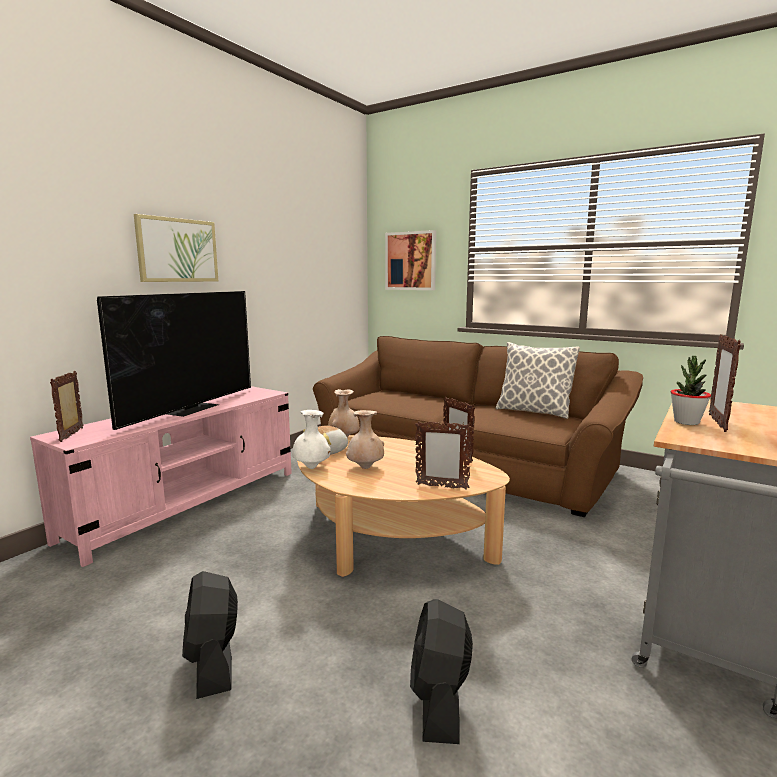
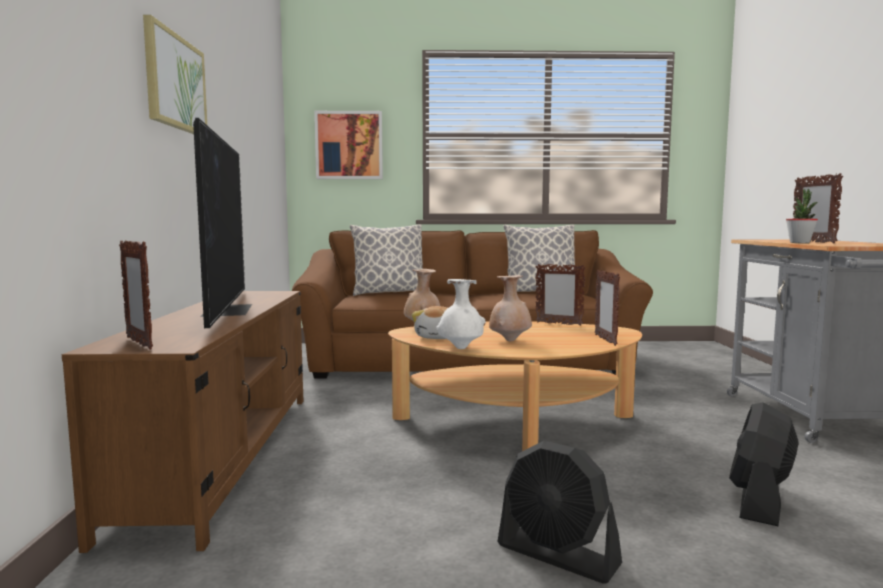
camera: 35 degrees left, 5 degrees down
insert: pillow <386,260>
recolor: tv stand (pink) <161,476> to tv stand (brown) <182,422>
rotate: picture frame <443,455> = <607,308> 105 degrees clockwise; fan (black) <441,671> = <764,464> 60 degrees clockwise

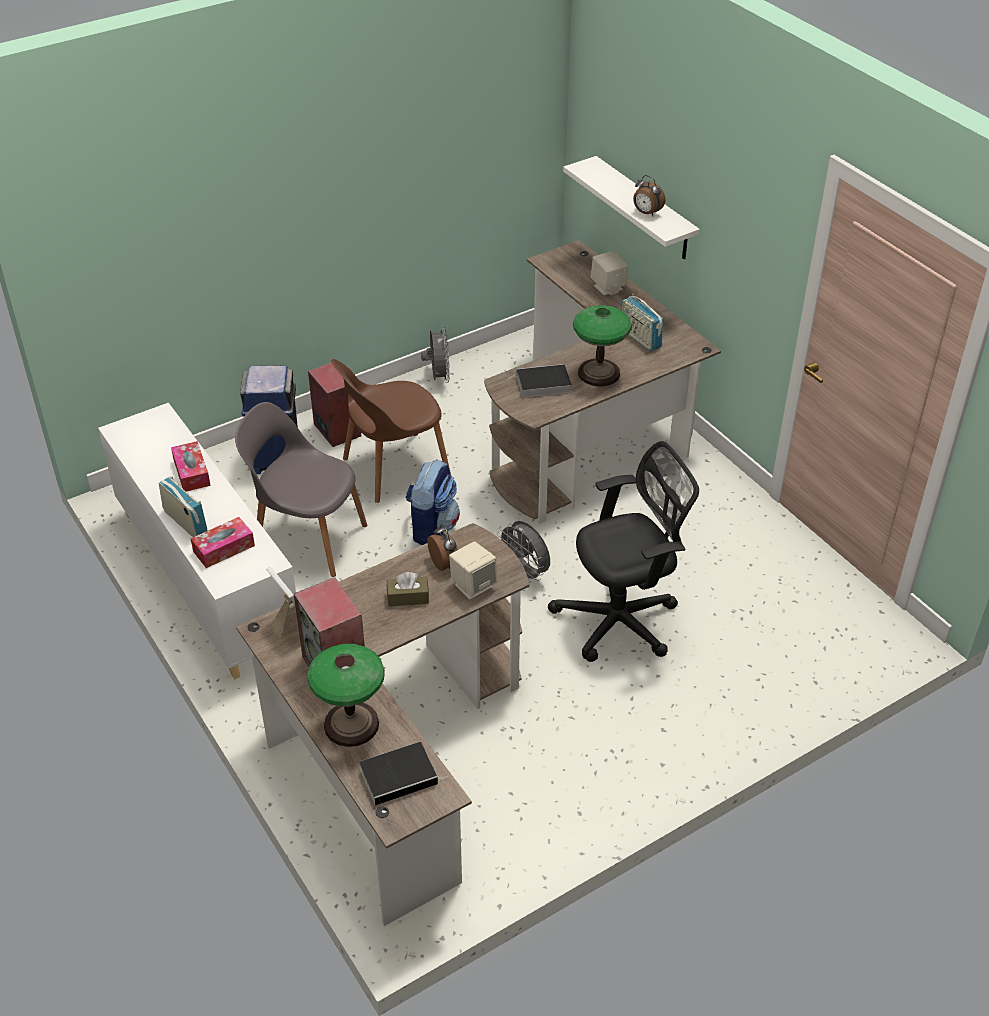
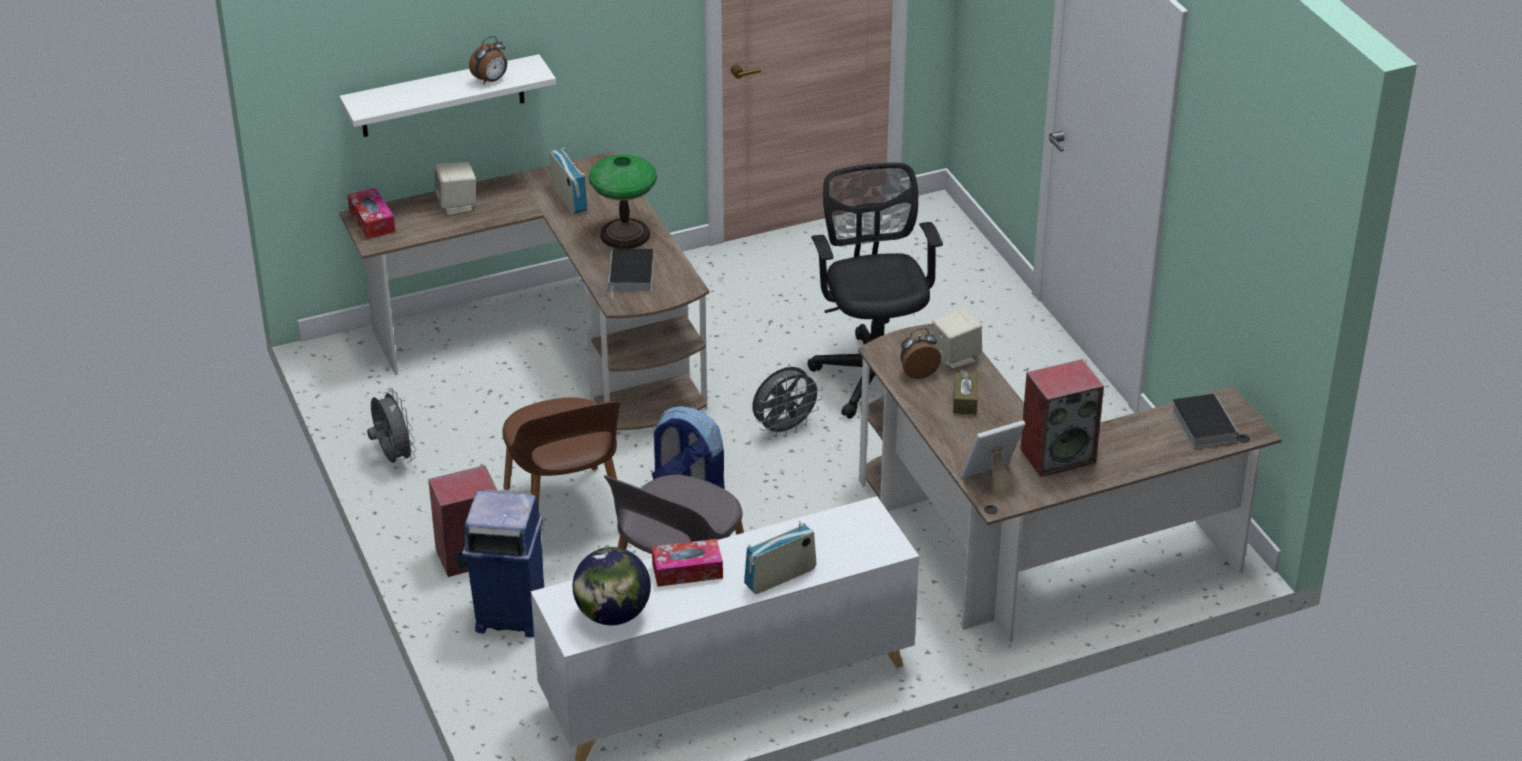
camera: 80 degrees left, 5 degrees down
delete: table lamp <346,695>
insert: globe <612,586>
move: tissue box <222,542> to <371,213>
rotate: radio <642,322> = <568,181> 90 degrees counterclockwise; fan (grey) <435,354> = <391,425> 60 degrees clockwise

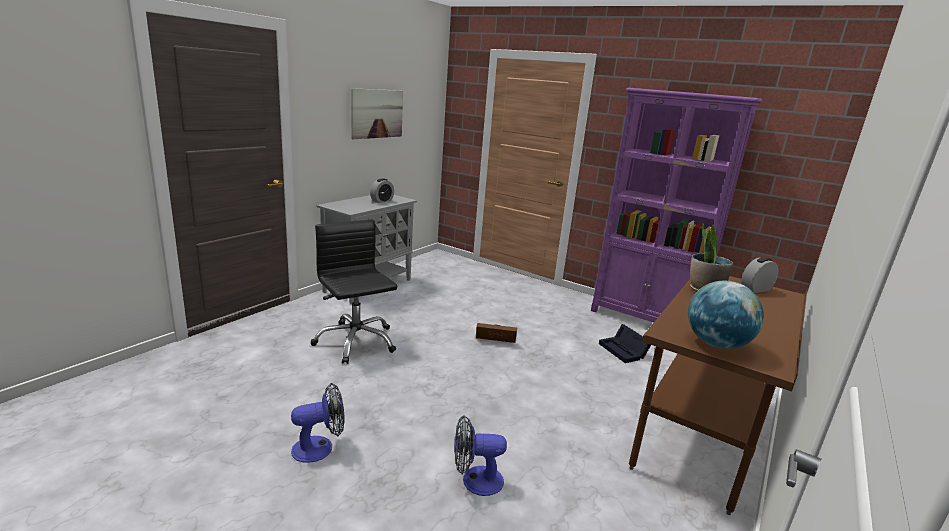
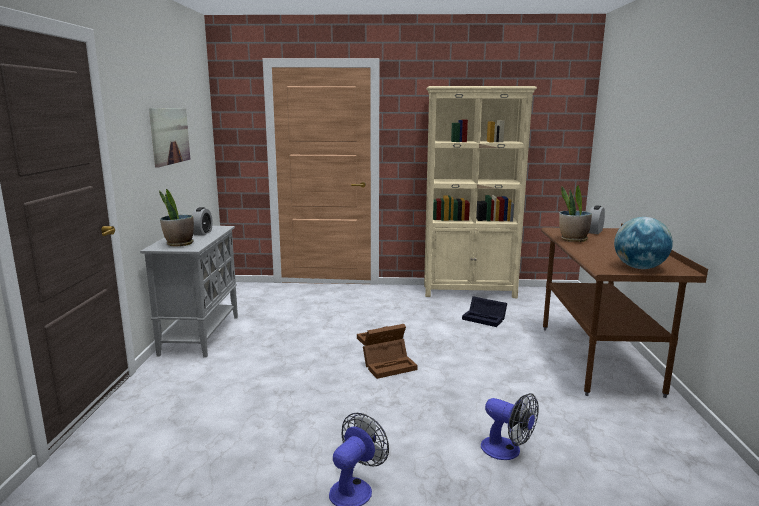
camera: 30 degrees left, 5 degrees down
delete: office chair (black) <354,292>
insert: potted plant <176,217>; storage box (brown) <390,359>
recolor: bookcase (purple) <676,205> to bookcase (beige) <480,192>
rotate: fan <480,455> = <510,426> 105 degrees counterclockwise

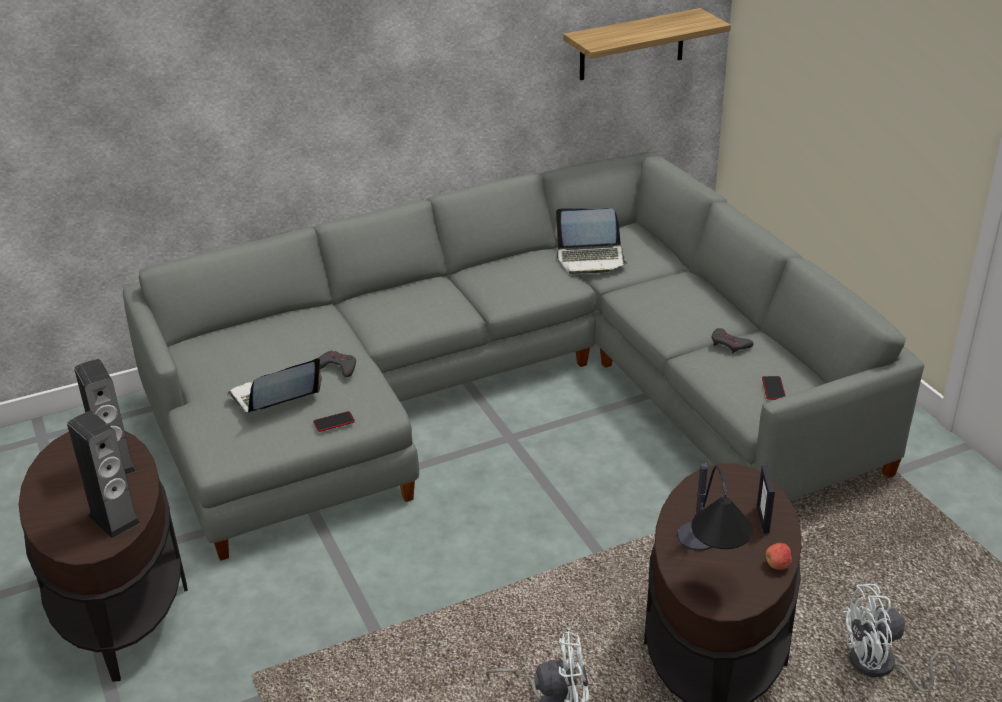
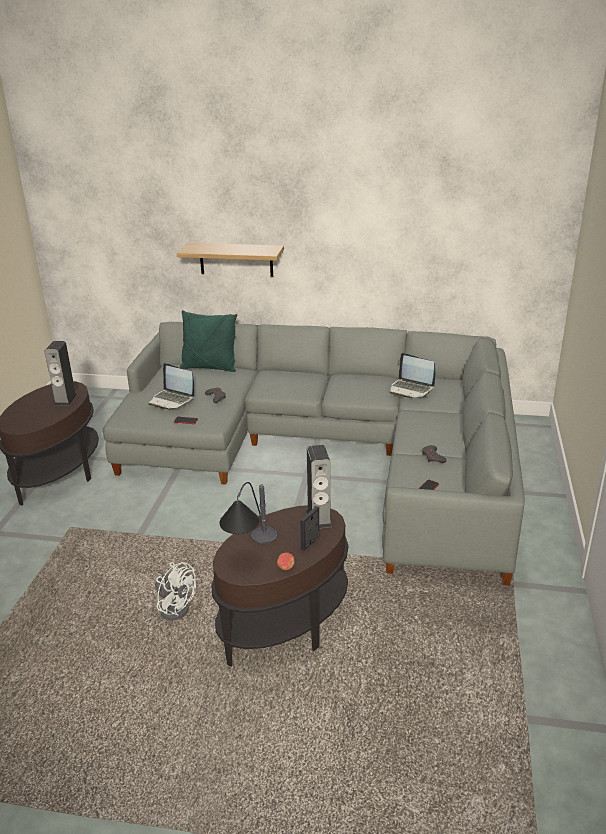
camera: 35 degrees right, 5 degrees down
delete: fan (white) <900,638>
insert: pillow (green) <208,341>
move: shelf <647,44> to <230,260>; speaker <103,474> to <319,487>
rotate: laptop <274,385> = <171,386> 150 degrees counterclockwise

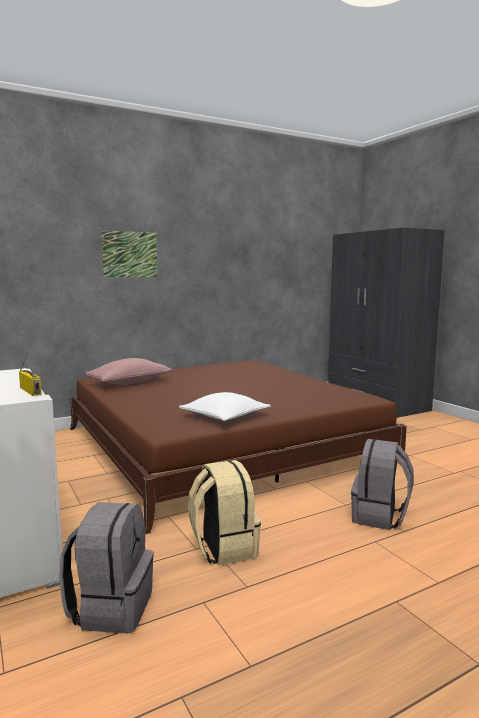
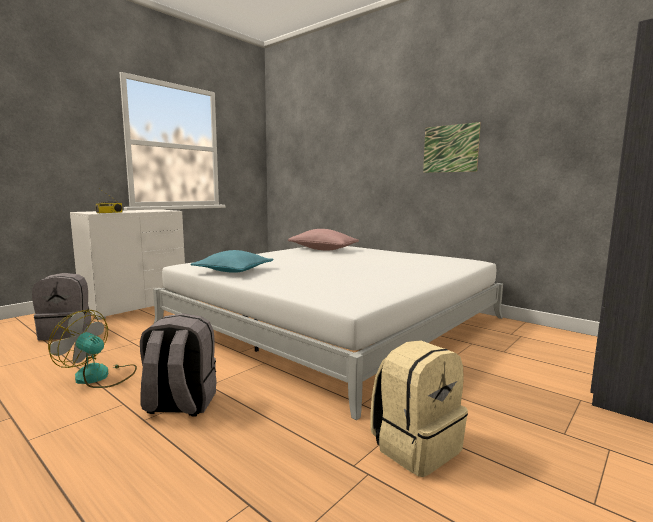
camera: 70 degrees right, 0 degrees up
insert: fan <92,349>
move: picture <129,253> to <452,147>; backpack (beige) <224,513> to <419,408>
recolor: bed (brown) <238,447> to bed (white) <328,333>; pillow (white) <225,406> to pillow (turquoise) <232,261>

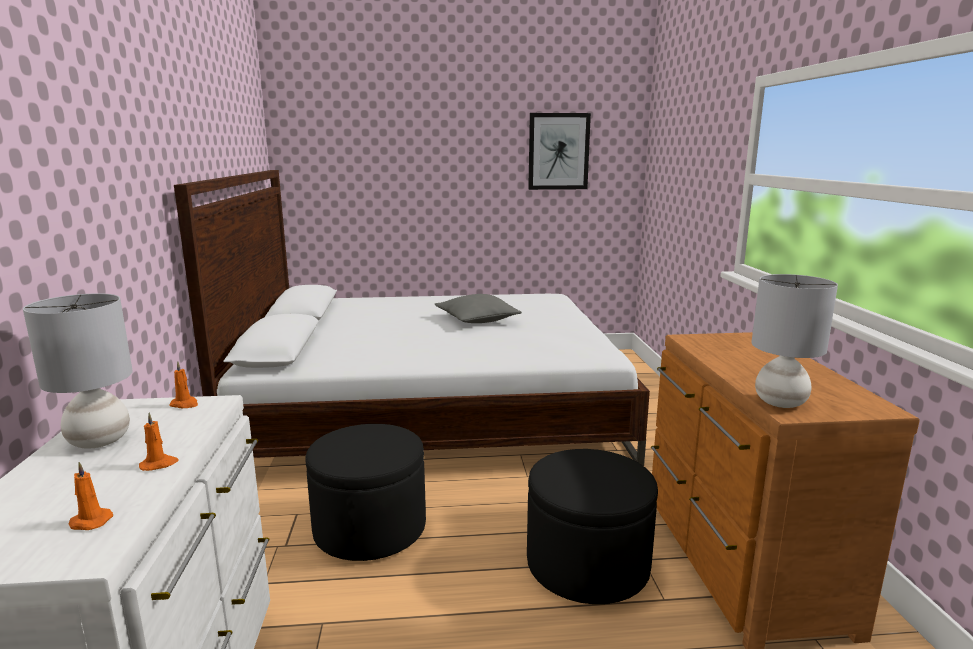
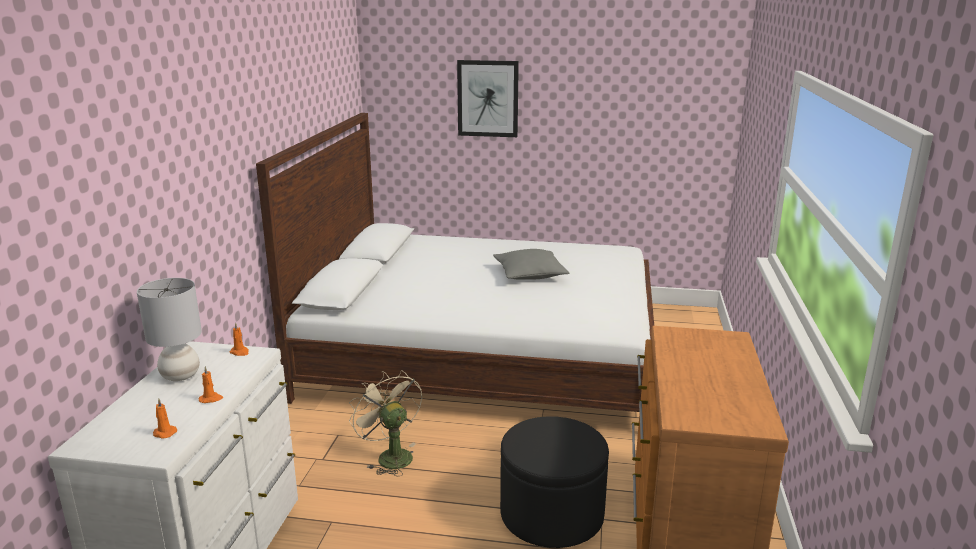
camera: 15 degrees right, 5 degrees up
delete: table lamp (grey) <794,341>
move: picture <559,151> to <488,98>
replace: ottoman (black) <365,492> to fan (beige) <385,424>

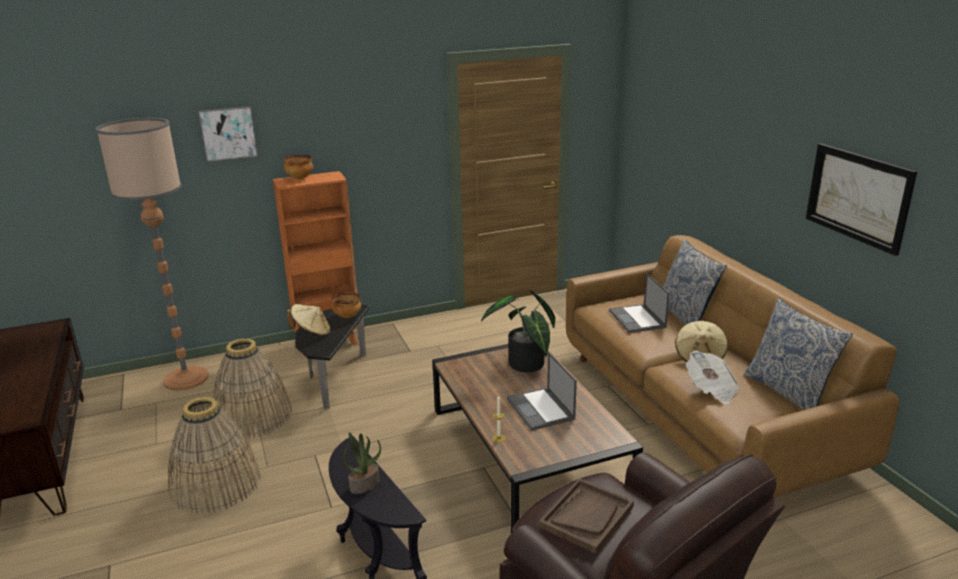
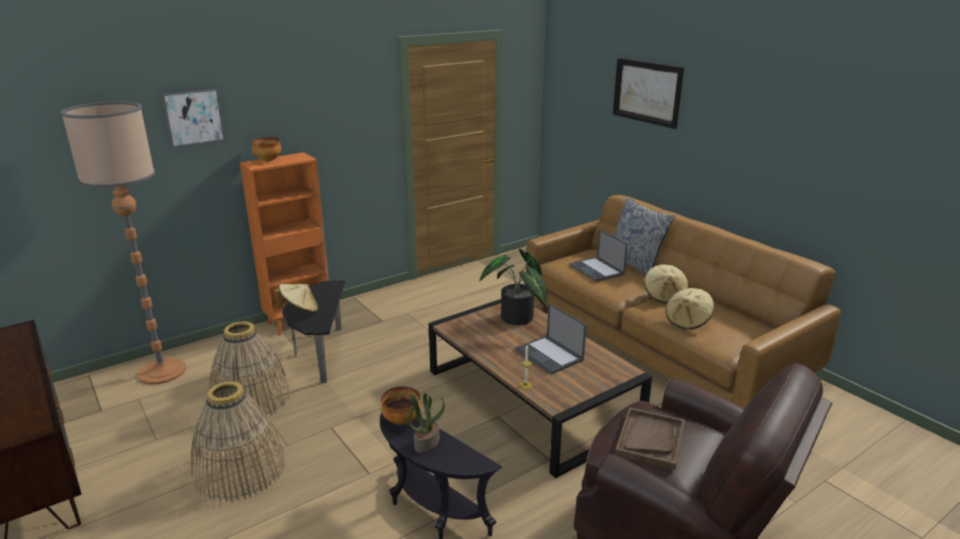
camera: 15 degrees left, 0 degrees up
delete: pillow <798,354>
move: picture <861,200> to <648,93>; bowl <346,305> to <401,405>
replace: newspaper <713,377> to hat (beige) <690,309>

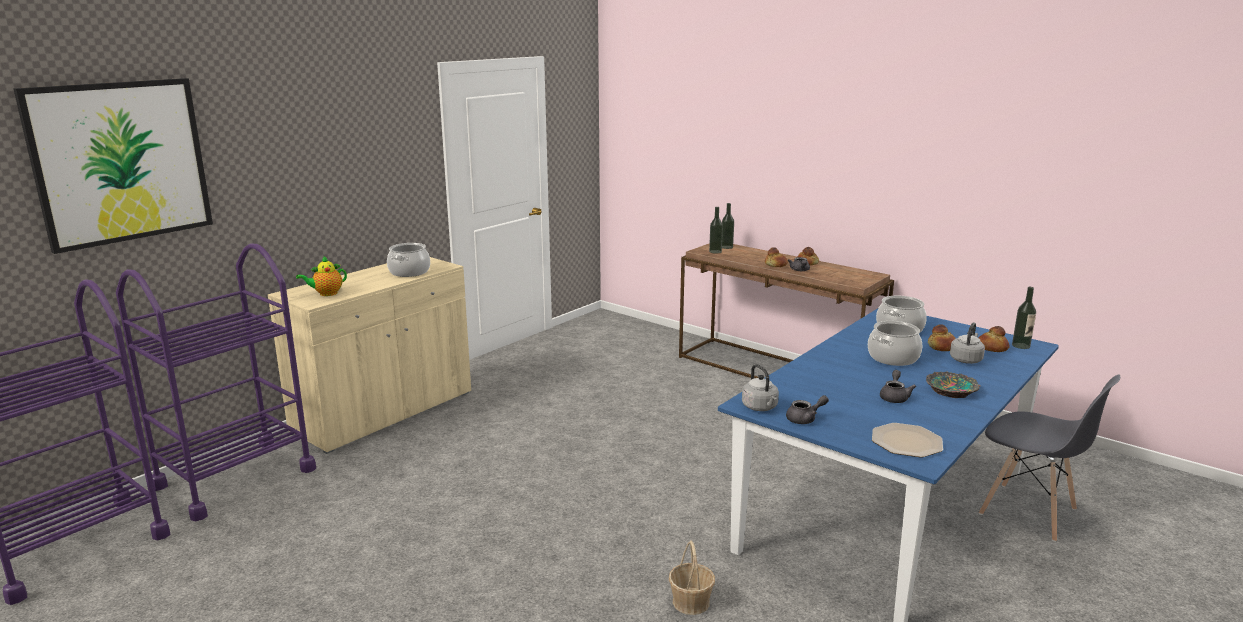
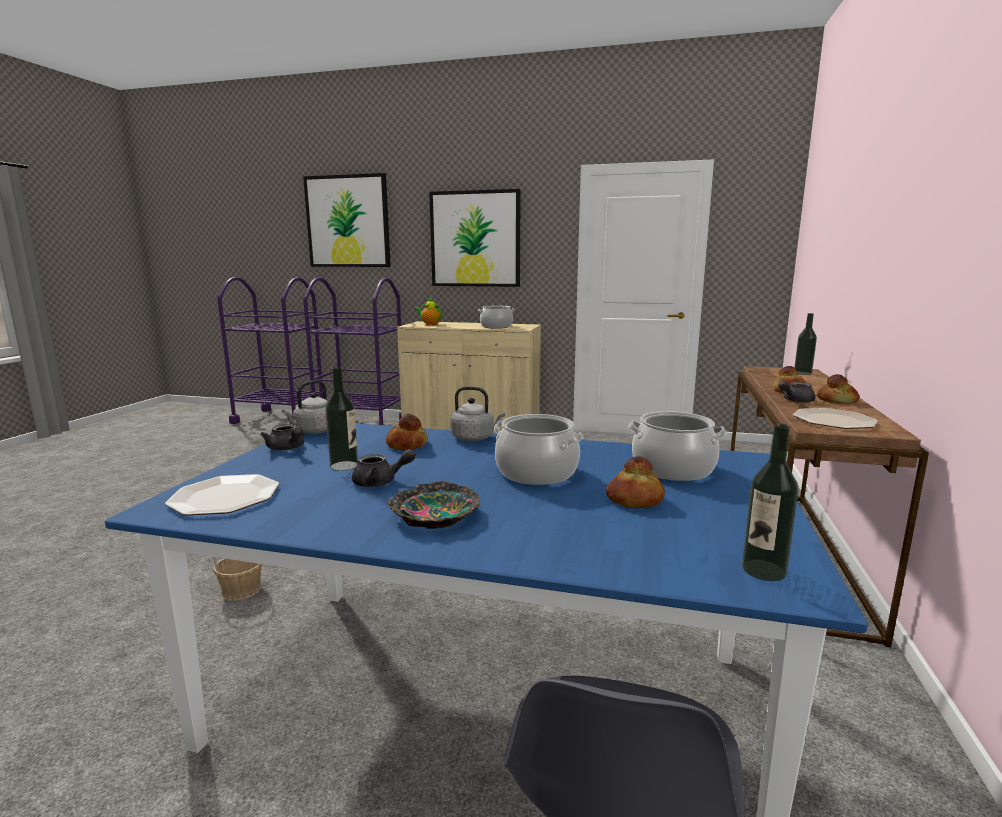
camera: 65 degrees right, 5 degrees down
insert: picture <475,238>; plate <835,418>
move: bottle <716,230> to <341,419>; kettle (grey) <967,343> to <477,413>; bread <994,339> to <407,432>

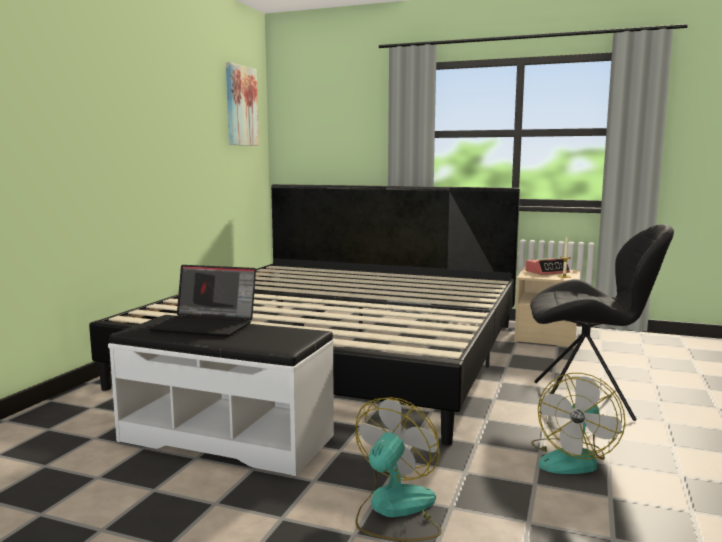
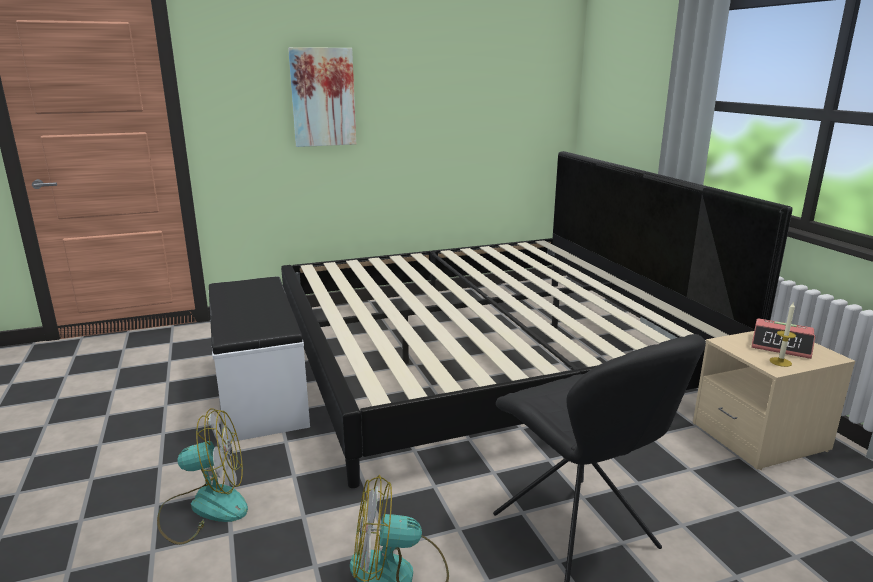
camera: 50 degrees right, 10 degrees up
delete: laptop <202,301>
move: picture <242,104> to <322,97>

